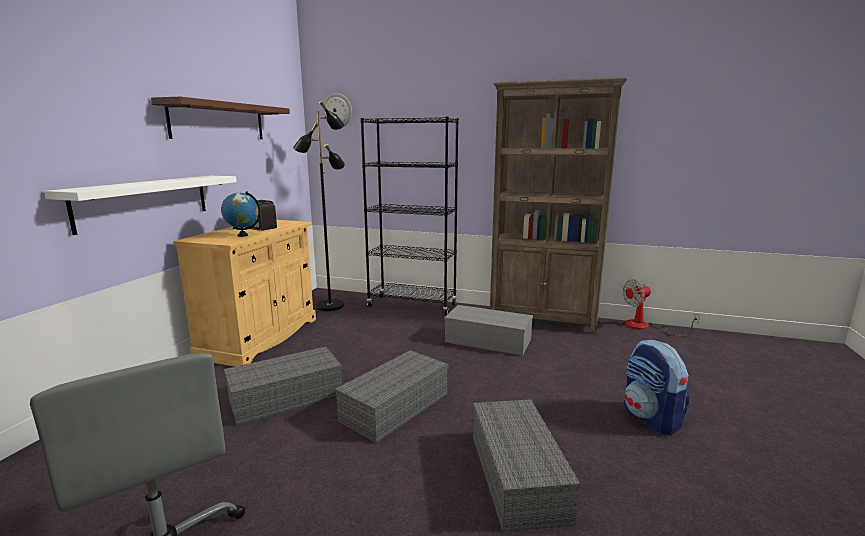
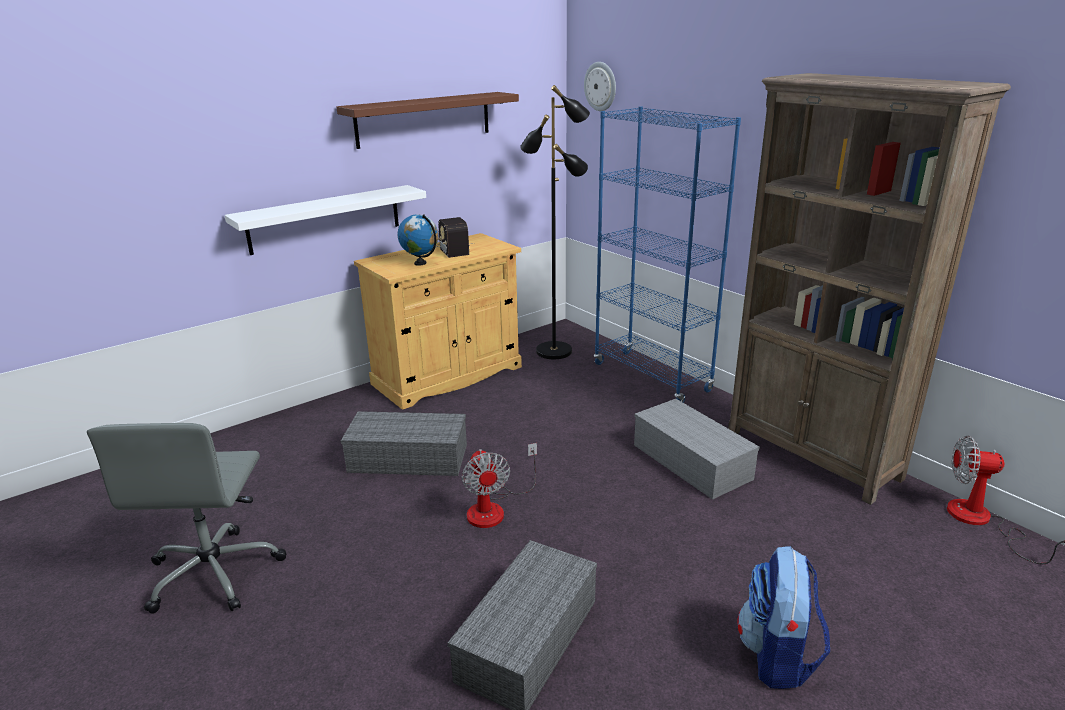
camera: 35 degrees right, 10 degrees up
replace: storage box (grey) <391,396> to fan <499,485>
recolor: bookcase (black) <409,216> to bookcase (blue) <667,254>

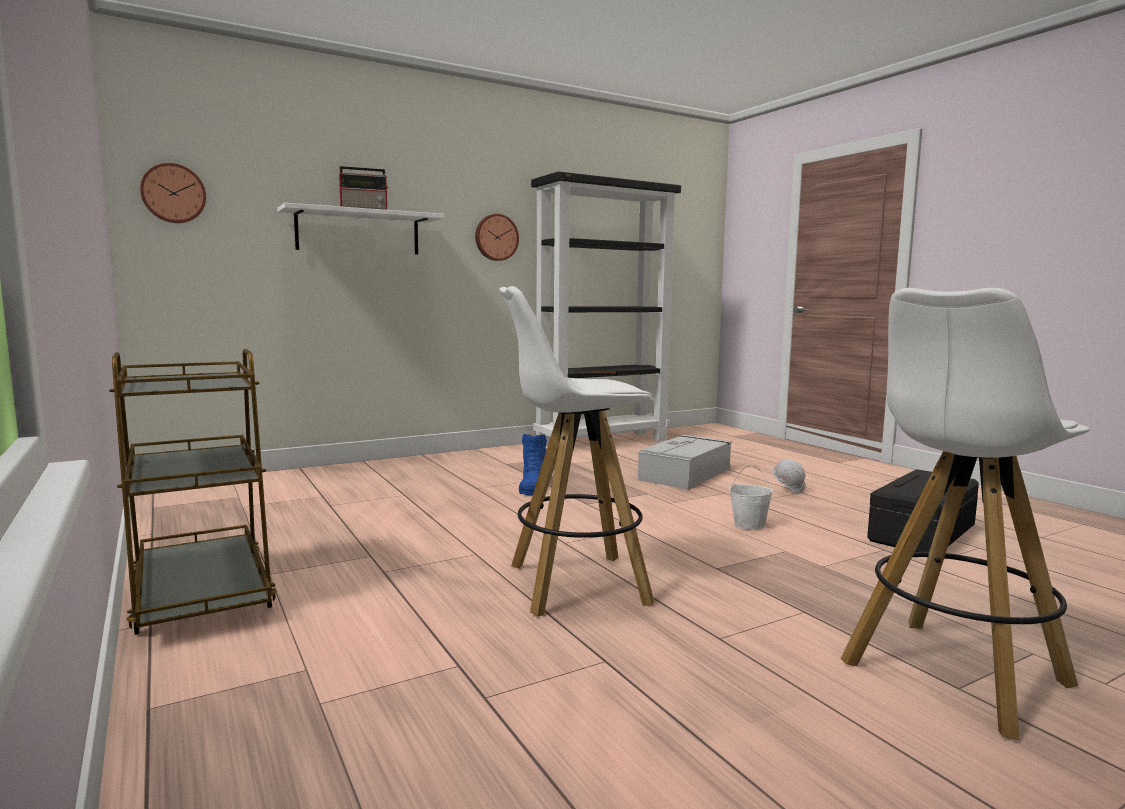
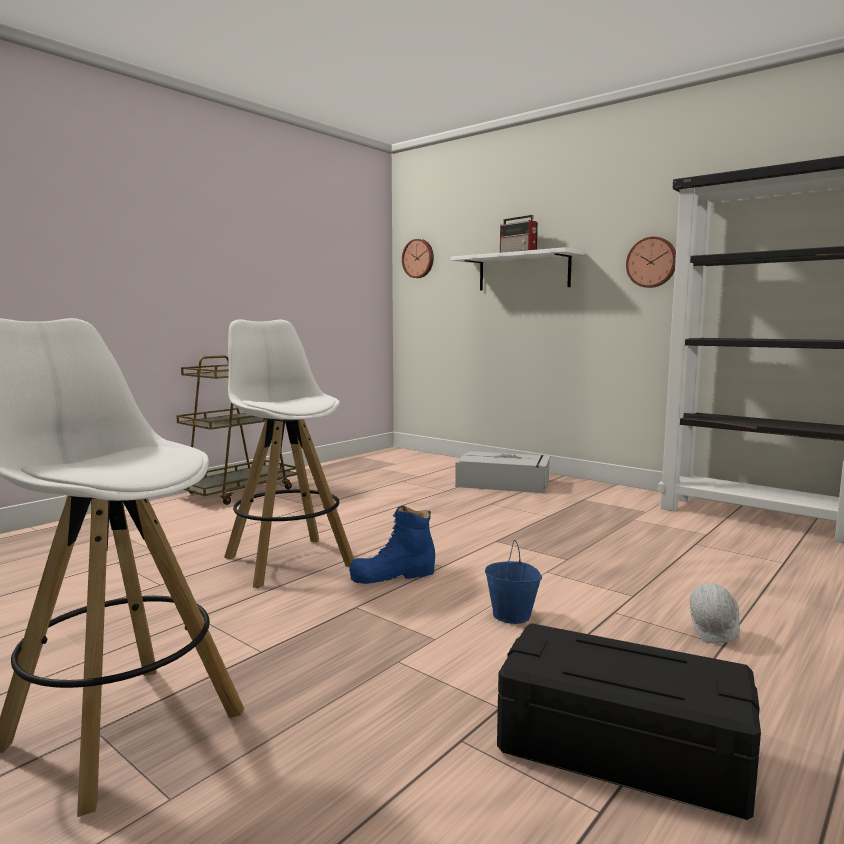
camera: 70 degrees right, 0 degrees up
move: boot (blue) <533,465> to <392,544>; storage box (grey) <685,462> to <502,472>
recolor: bucket (white) <751,497> to bucket (blue) <513,582>

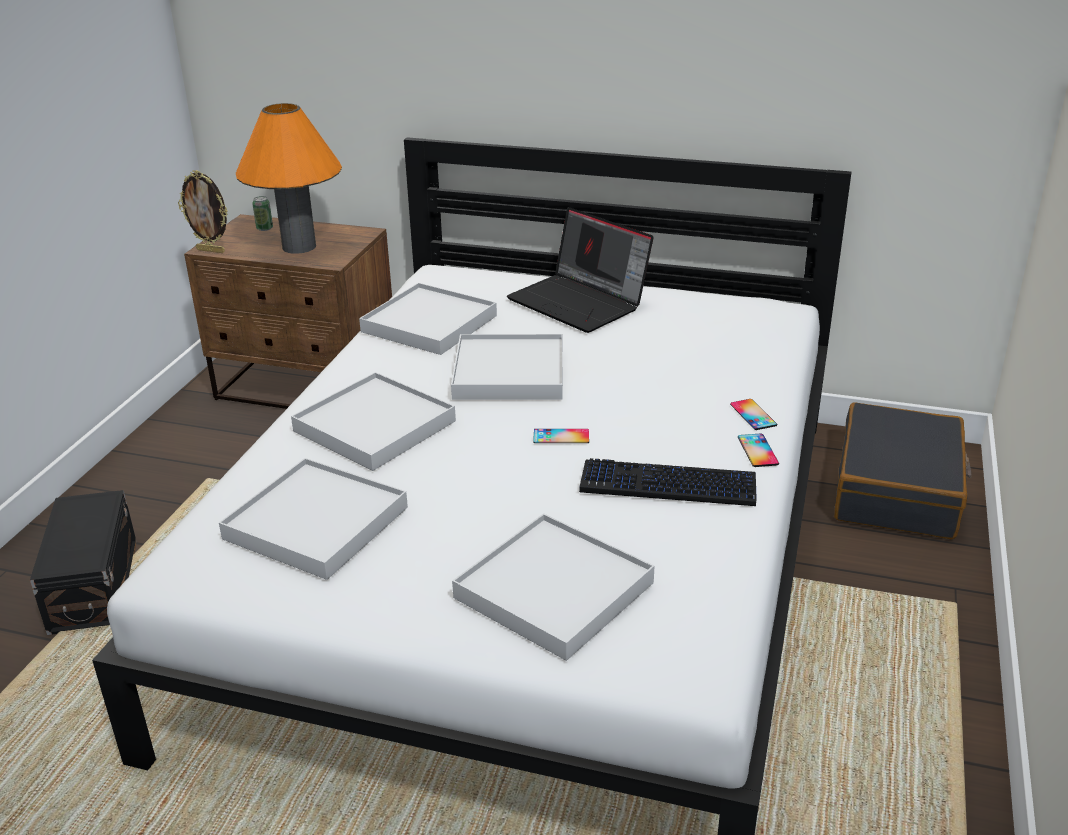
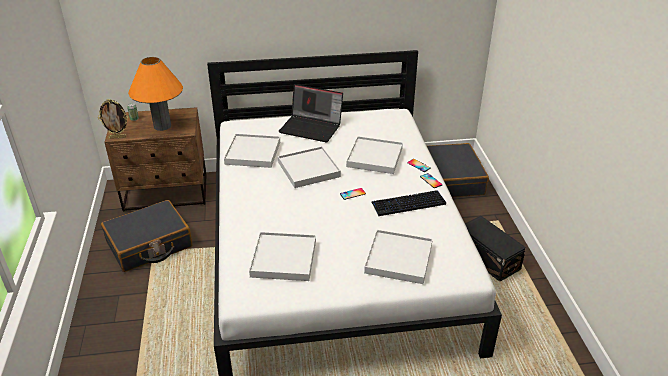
camera: 25 degrees left, 5 degrees up
insert: suitcase (black) <147,236>
move: tray (white) <373,421> to <374,155>; storage box (black) <83,562> to <495,249>

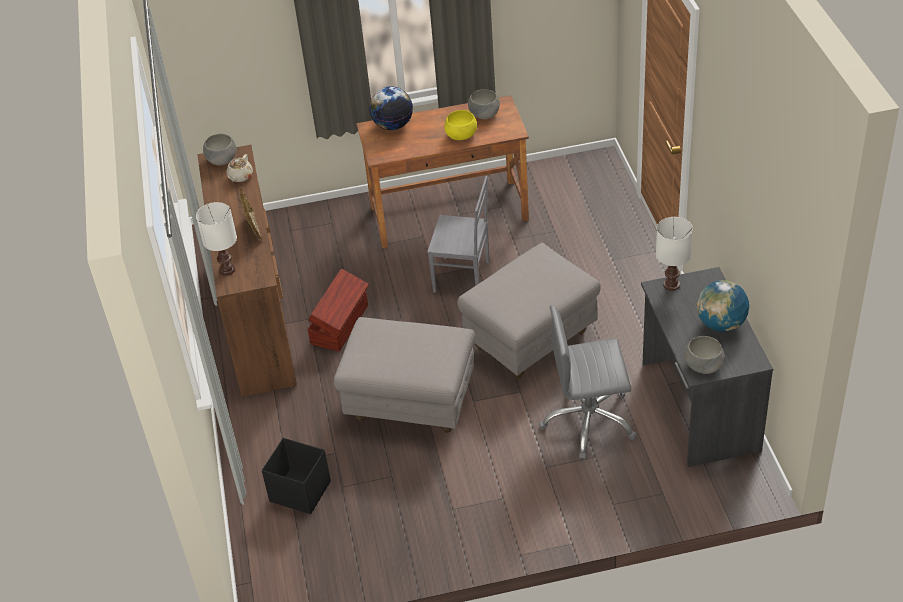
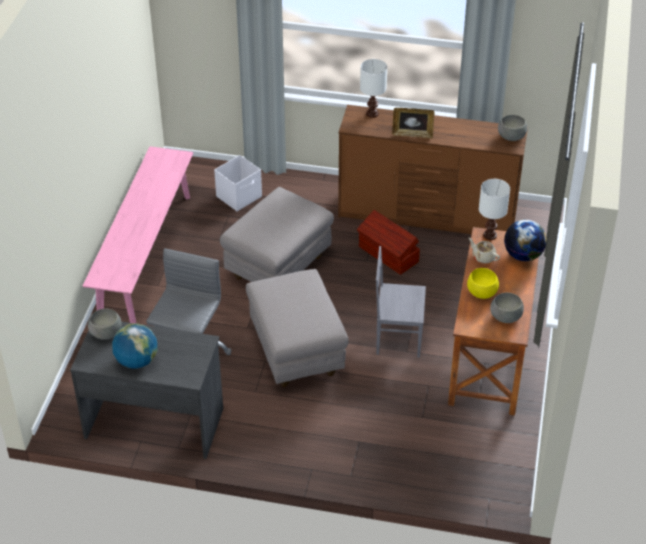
camera: 110 degrees right, 0 degrees up
insert: bench (pink) <138,234>
move: teapot (beige) <239,168> to <484,250>; table lamp (white) <674,254> to <494,209>
recolor: storage box (black) <296,476> to storage box (white) <238,183>
rotate: chair (grey) <458,234> = <401,302> 60 degrees clockwise

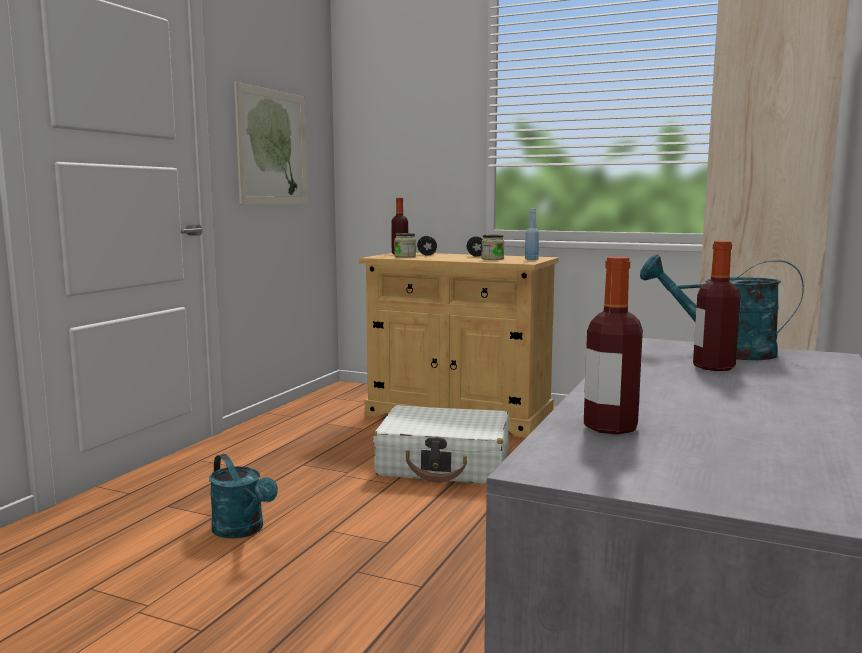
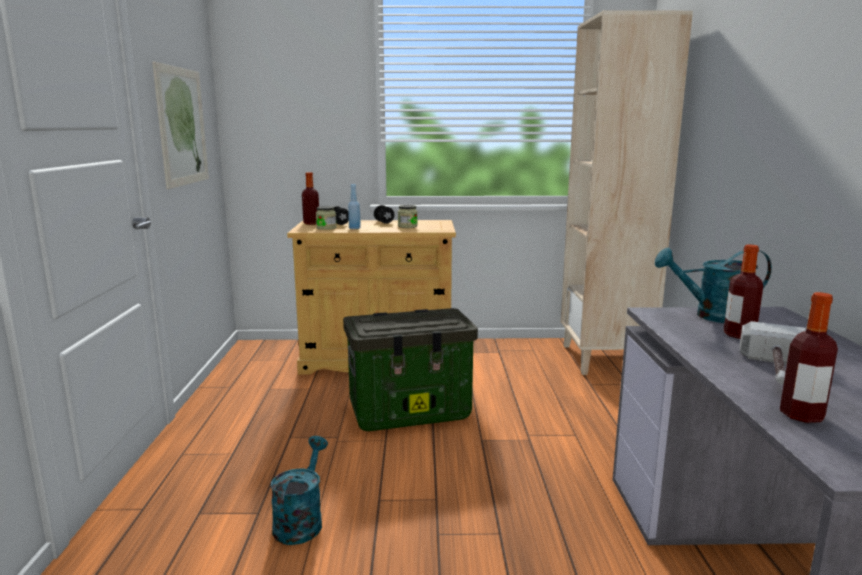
camera: 25 degrees left, 5 degrees up
insert: hammer <773,353>
move: bottle (blue) <532,234> to <354,206>
replace: suitcase (white) <441,444> to storage box <410,369>
rotate: watering can (turquoise) <243,496> = <299,490> 105 degrees counterclockwise

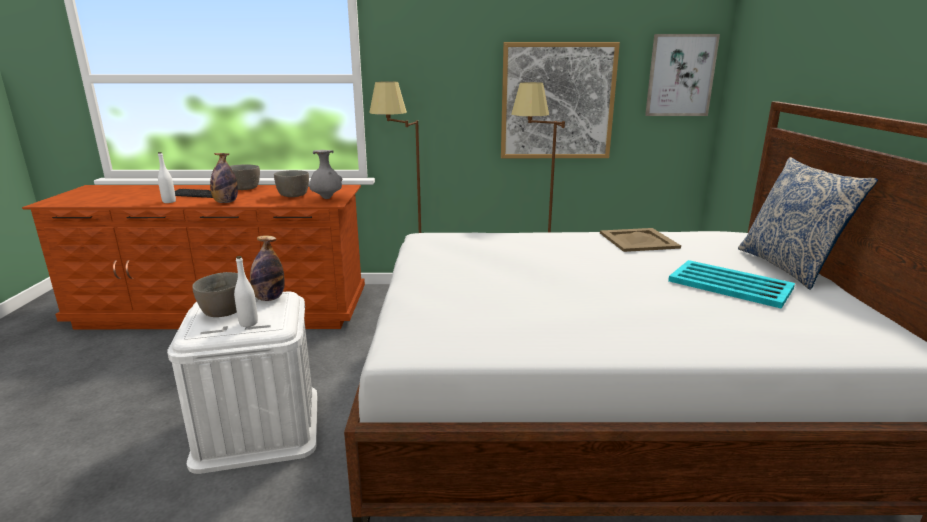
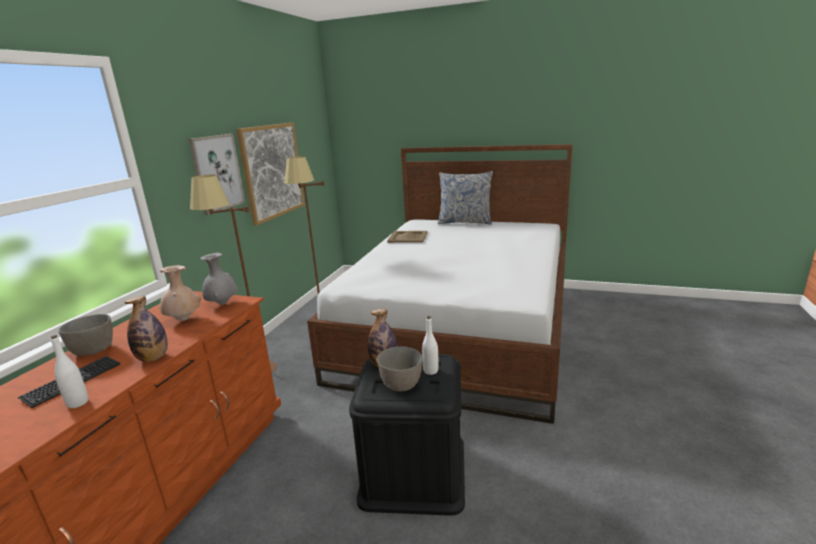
camera: 70 degrees left, 0 degrees up
delete: tray (turquoise) <731,284>
move: picture <682,75> to <216,174>
replace: bowl (grey) <291,183> to vase (beige) <180,293>
recolor: storage box (white) <242,383> to storage box (black) <407,435>

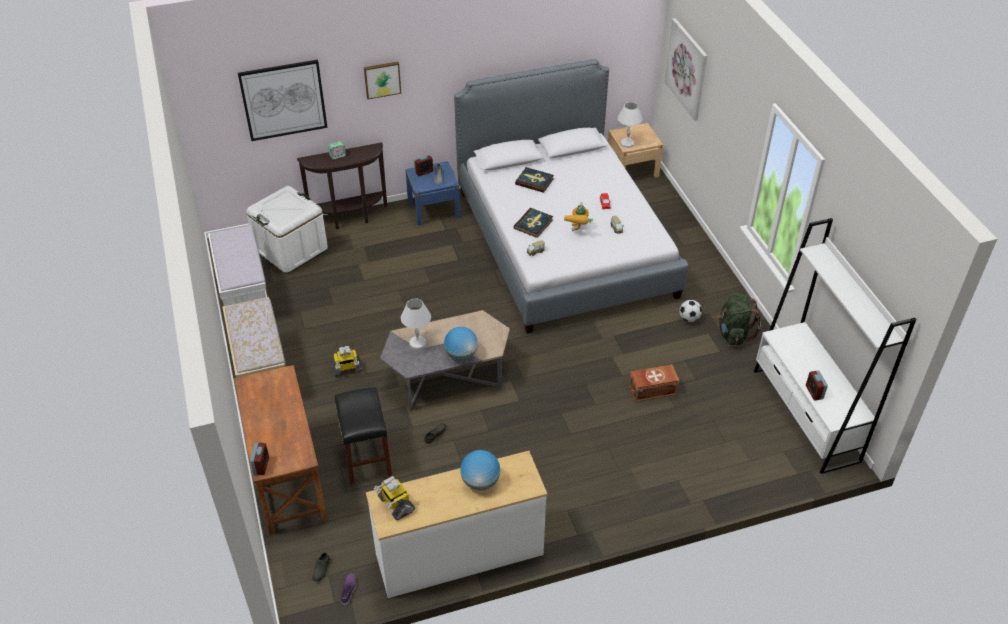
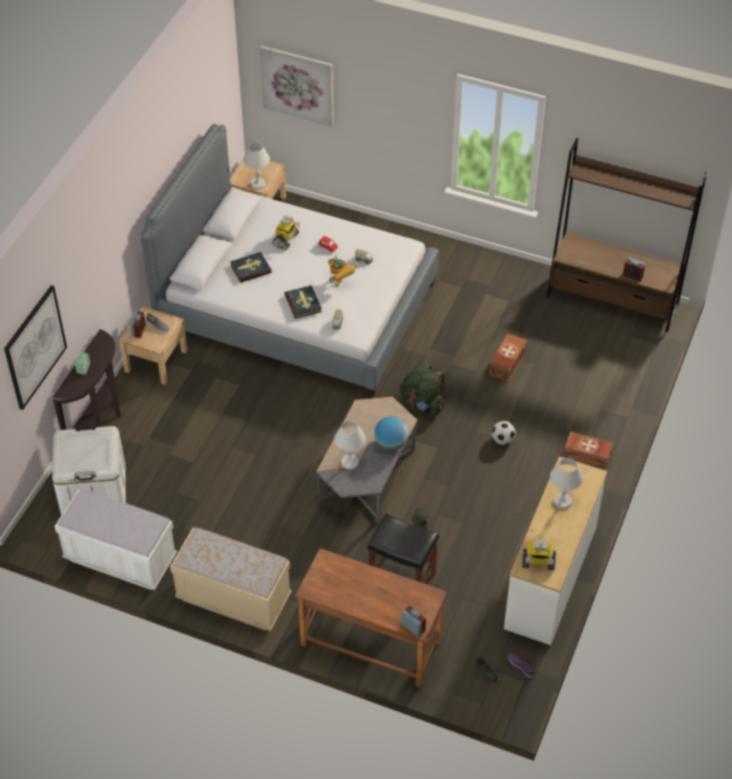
camera: 50 degrees left, 5 degrees up
delete: picture <382,80>
insert: storage box (brown) <588,451>
move: backpack (green) <739,319> to <423,390>; football <690,311> to <504,433>; toy robot <347,361> to <286,232>
replace: globe <480,470> to table lamp (white) <566,483>
recolor: nightstand (blue) <432,193> to nightstand (beige) <153,345>; bookcase (white) <835,346> to bookcase (brown) <627,235>

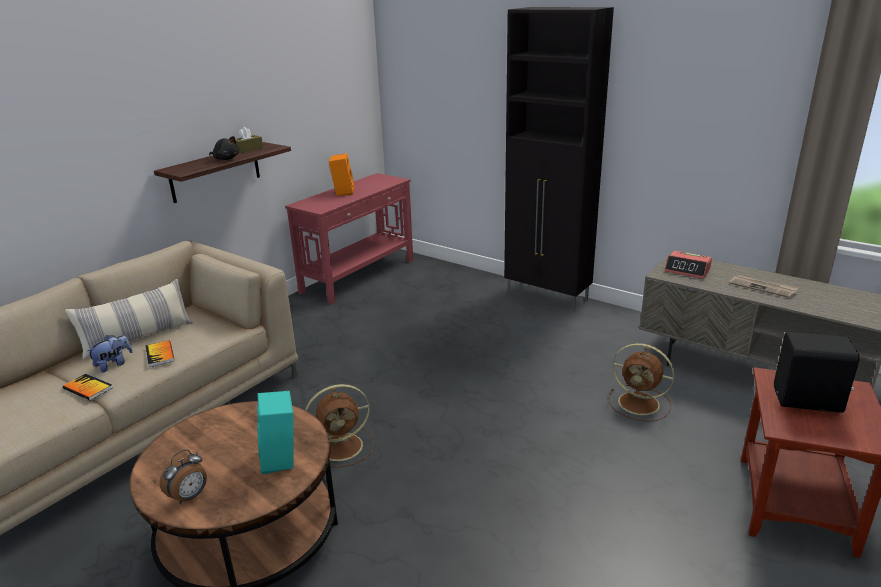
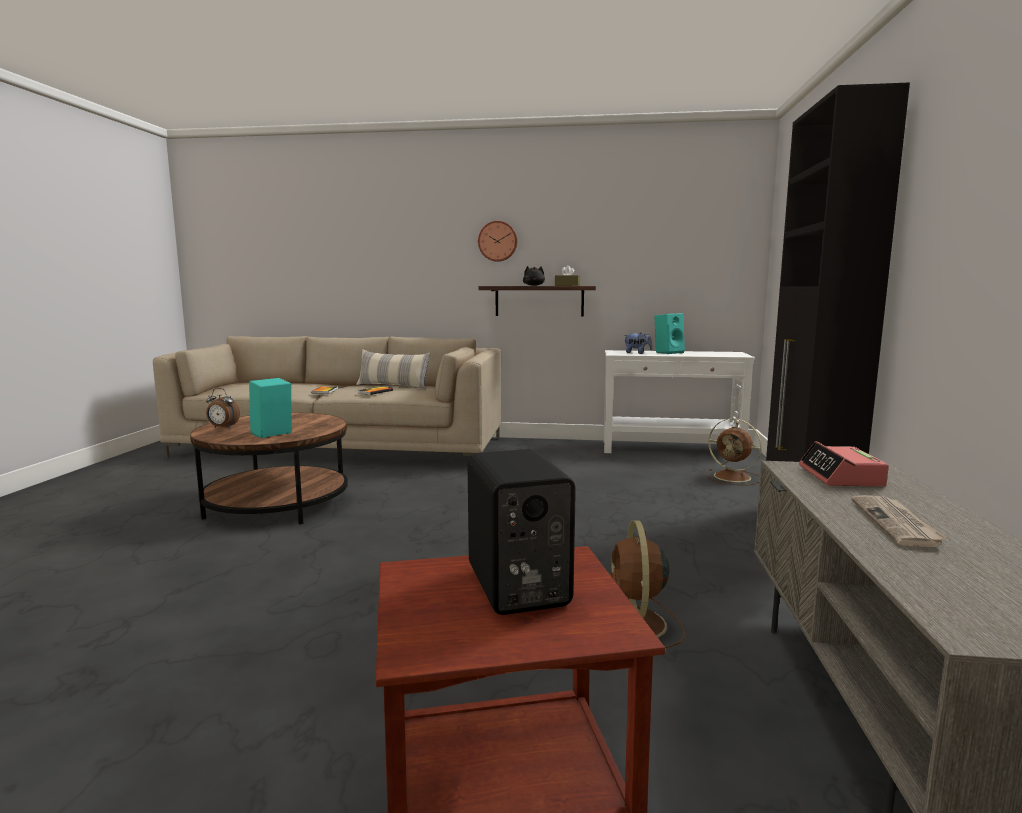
camera: 60 degrees right, 15 degrees down
insert: wall clock <497,241>
move: plush toy <109,354> to <637,343>; fan (brown) <339,425> to <733,451>
recolor: speaker (orange) <342,174> to speaker (turquoise) <669,333>; console table (red) <349,239> to console table (white) <679,401>

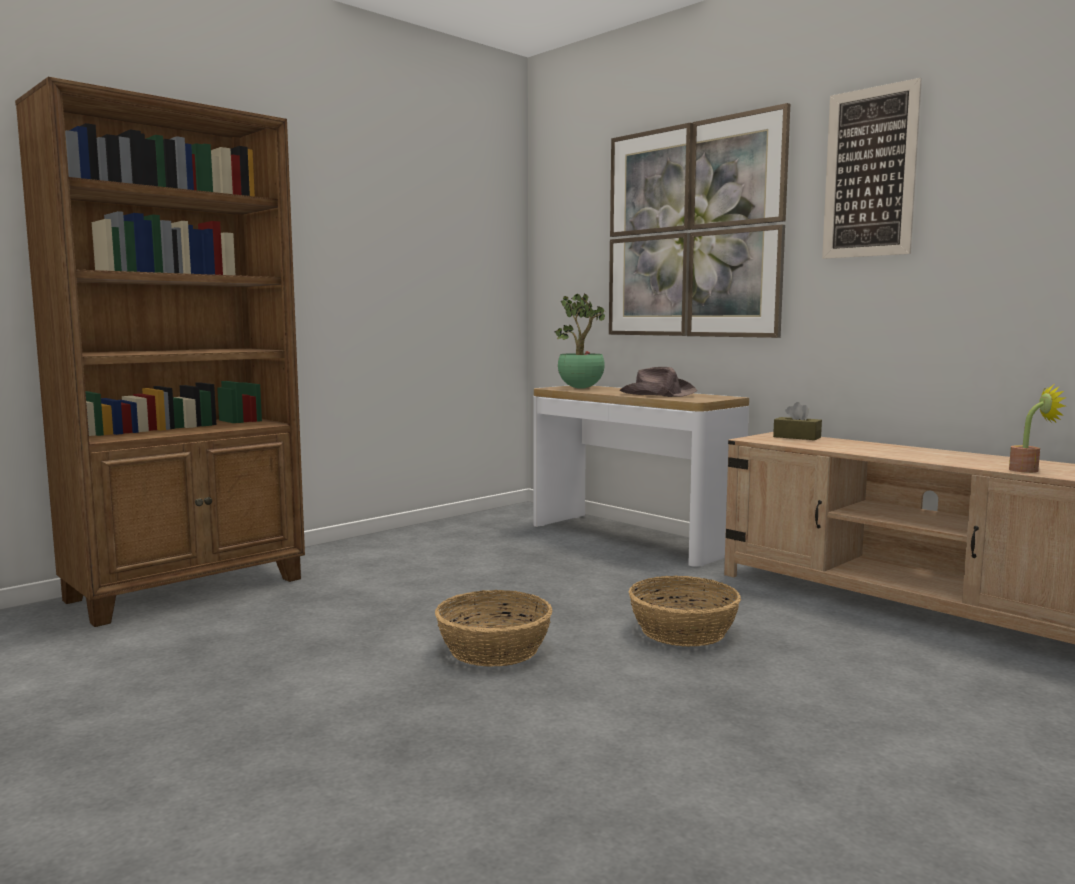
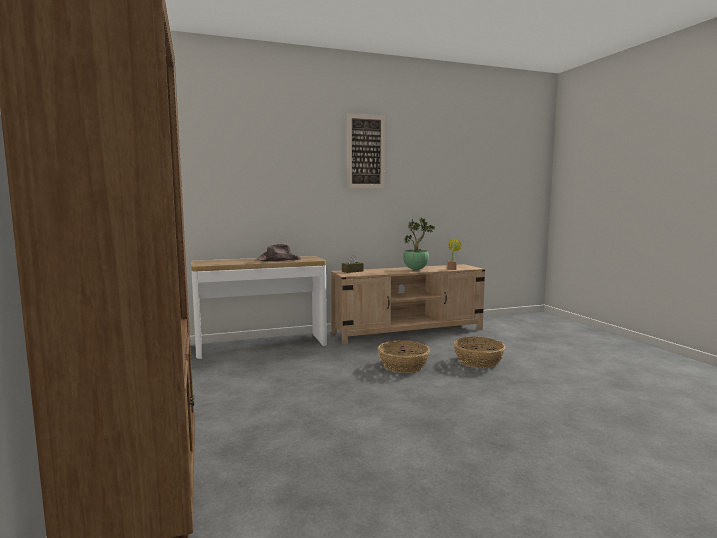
camera: 65 degrees left, 0 degrees up
delete: picture <699,220>
move: potted plant <580,341> to <419,244>; basket <494,628> to <479,352>

